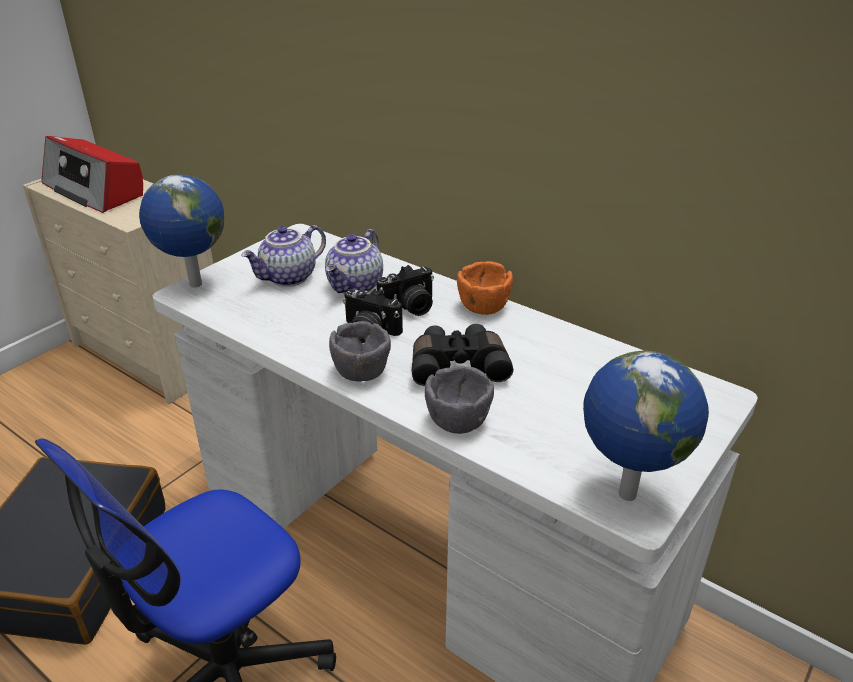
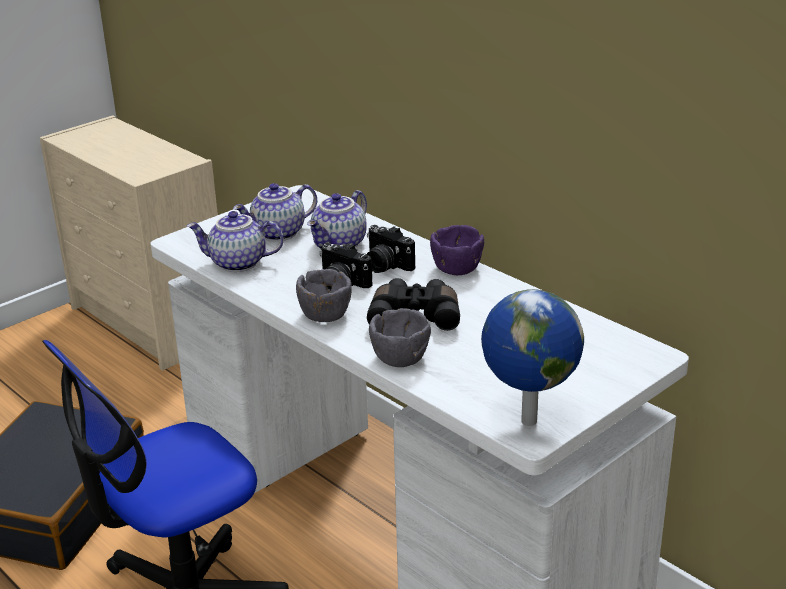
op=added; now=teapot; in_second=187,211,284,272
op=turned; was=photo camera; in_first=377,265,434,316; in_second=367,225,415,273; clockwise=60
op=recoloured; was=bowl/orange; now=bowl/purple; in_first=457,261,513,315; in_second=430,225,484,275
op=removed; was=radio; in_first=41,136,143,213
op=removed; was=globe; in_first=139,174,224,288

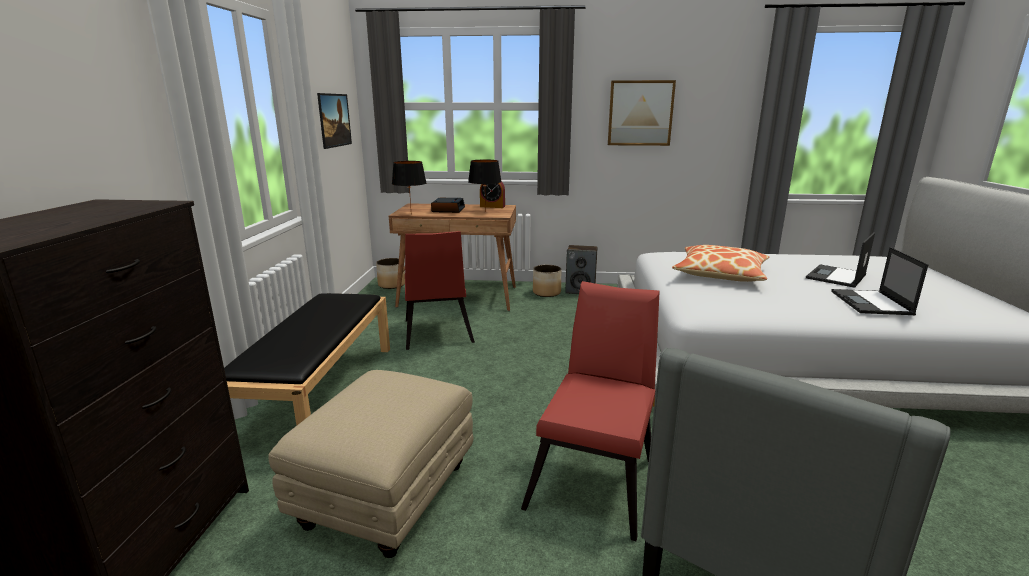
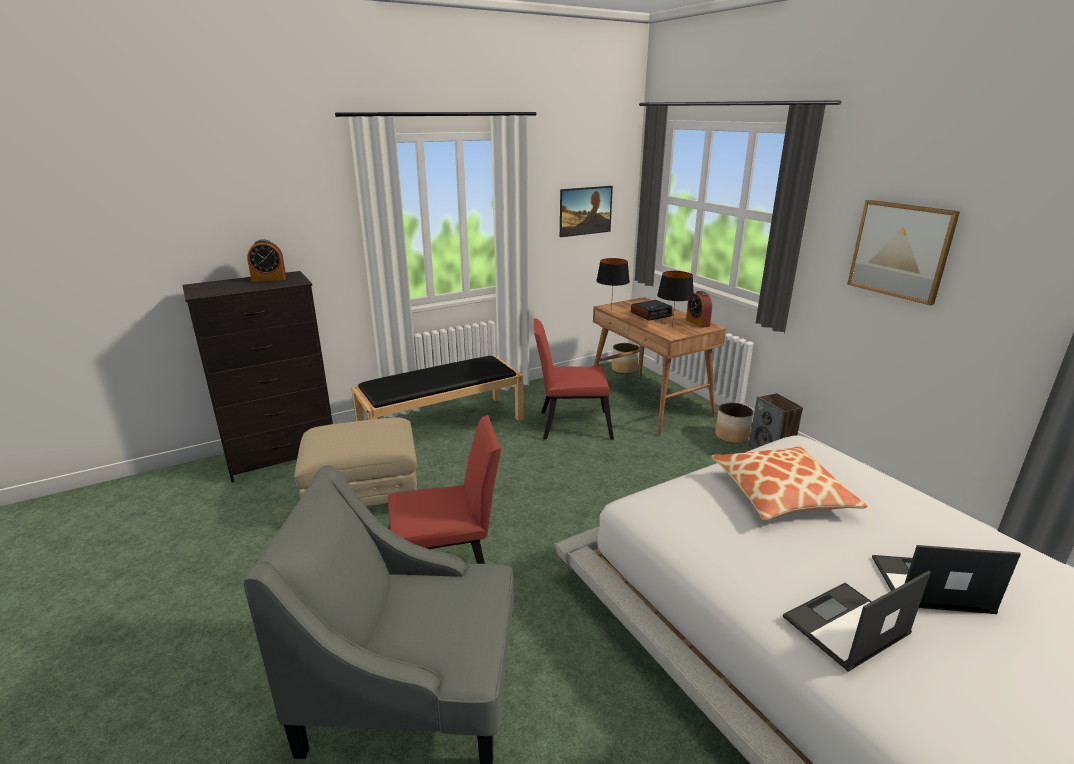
op=added; now=alarm clock; in_second=247,239,286,282
op=turned; was=chair/red; in_first=405,231,475,350; in_second=534,318,614,440; clockwise=45

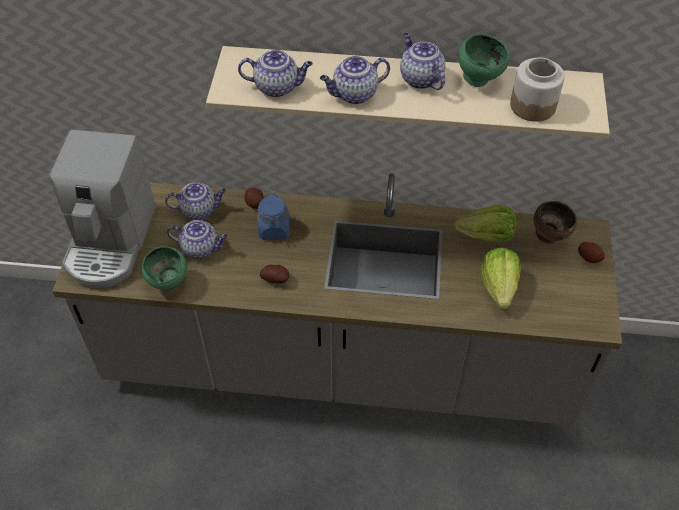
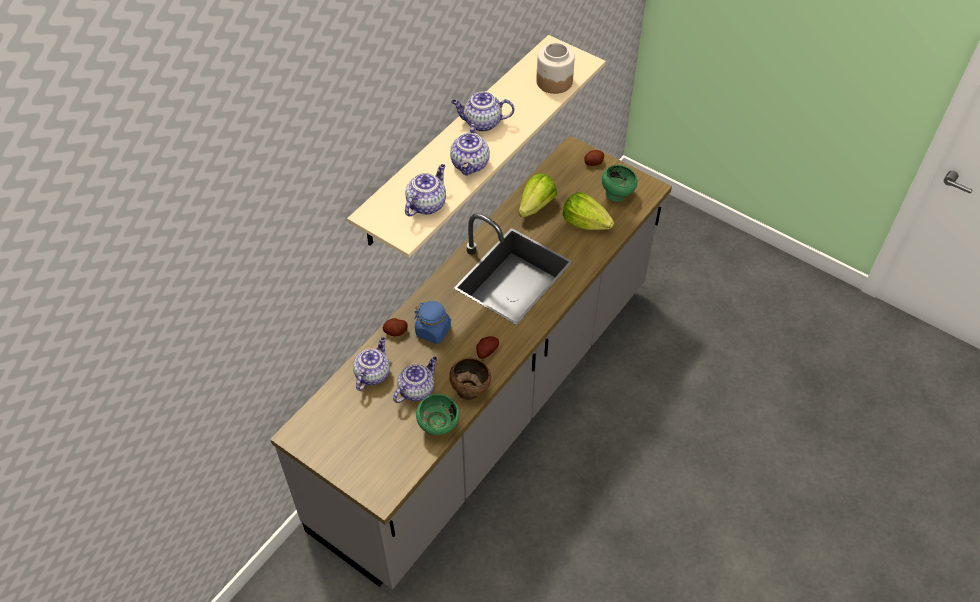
op=moved; was=bowl/brown; in_first=534,201,577,244; in_second=449,358,491,400
op=moved; was=bowl/green; in_first=458,34,510,87; in_second=602,165,638,202
op=removed; was=coffee machine; in_first=49,130,156,288

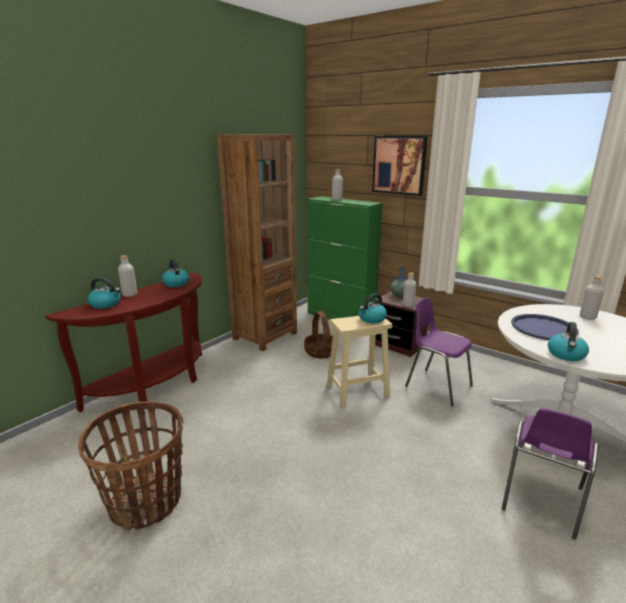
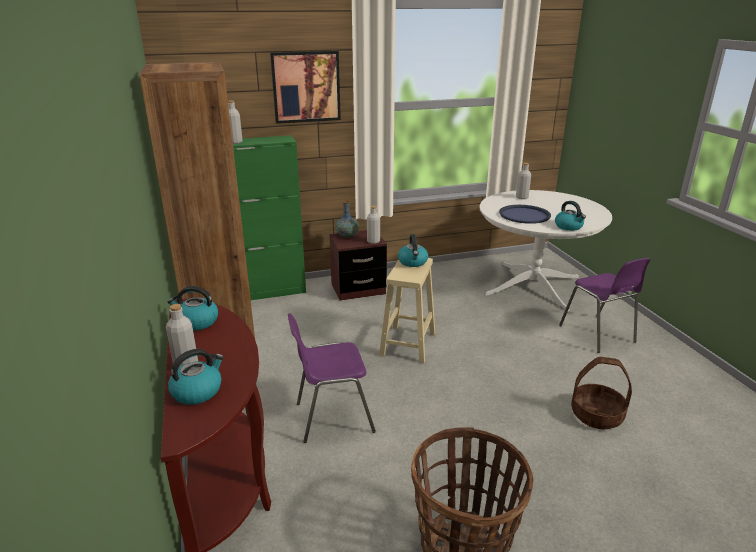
op=moved; was=chair/purple; in_first=405,297,473,407; in_second=288,313,376,443
op=moved; was=basket; in_first=304,311,333,359; in_second=571,357,632,429

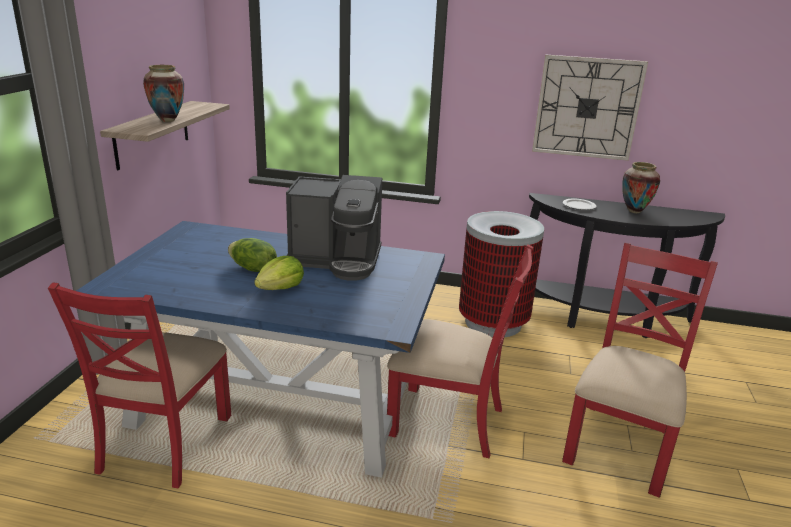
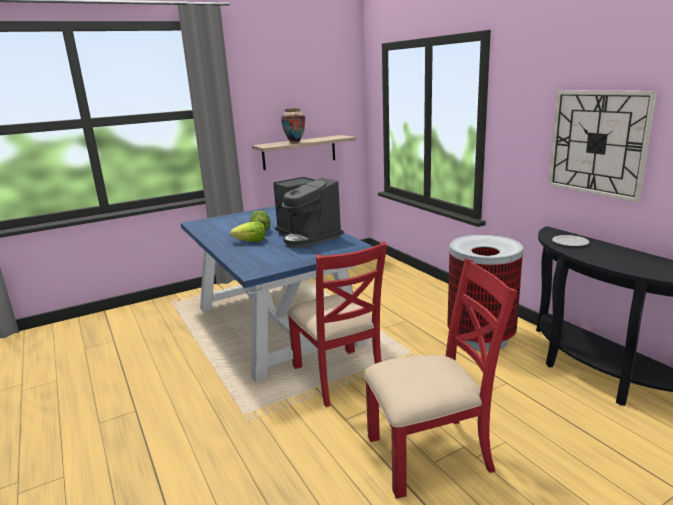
op=removed; was=chair/red; in_first=48,282,231,488
op=removed; was=vase; in_first=622,162,660,213

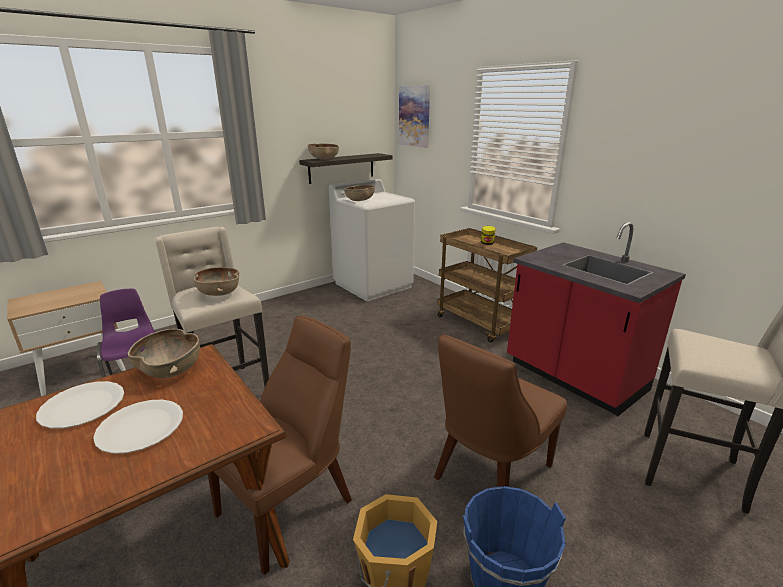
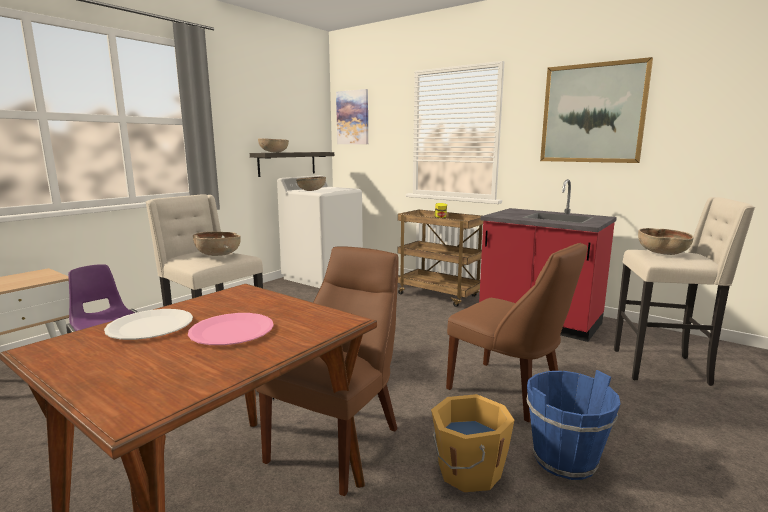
op=recoloured; was=plate/white; now=plate/pink; in_first=93,400,183,454; in_second=188,313,274,345
op=turned; was=chair/brown; in_first=434,334,567,487; in_second=446,243,587,422; clockwise=-75
op=added; now=picture; in_second=540,57,653,163
op=moved; was=bowl/brown; in_first=128,329,200,378; in_second=638,228,694,255

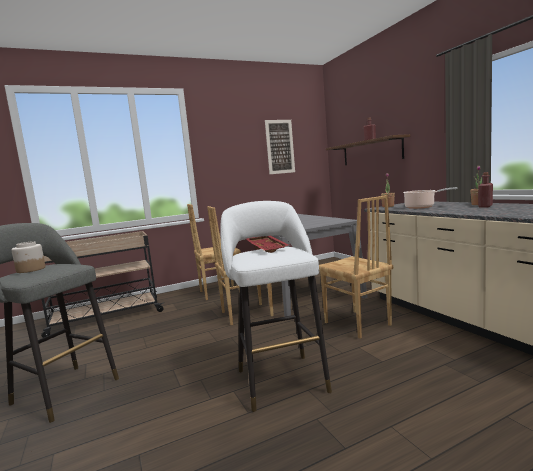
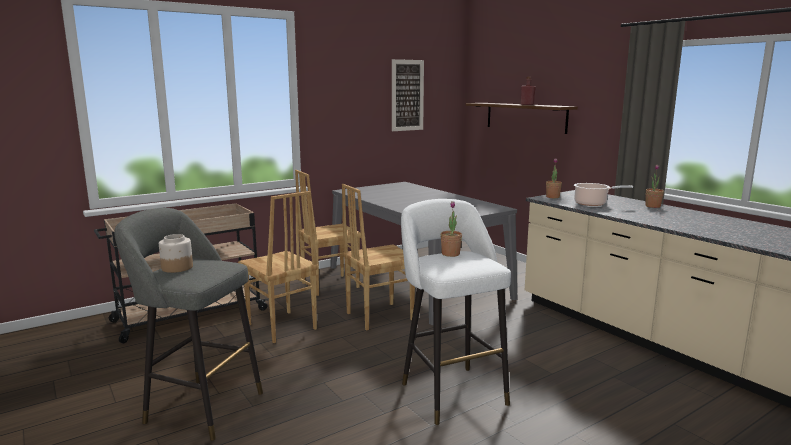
op=moved; was=chair/brown; in_first=319,195,393,339; in_second=238,191,319,343
op=replaced; was=tray/red; now=potted plant; in_first=246,235,289,253; in_second=440,201,462,257
op=removed; was=bottle/red; in_first=478,172,493,208

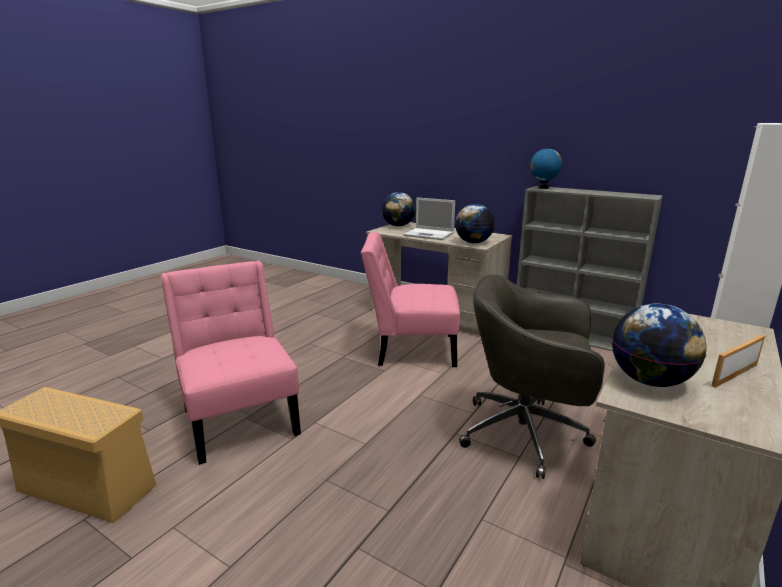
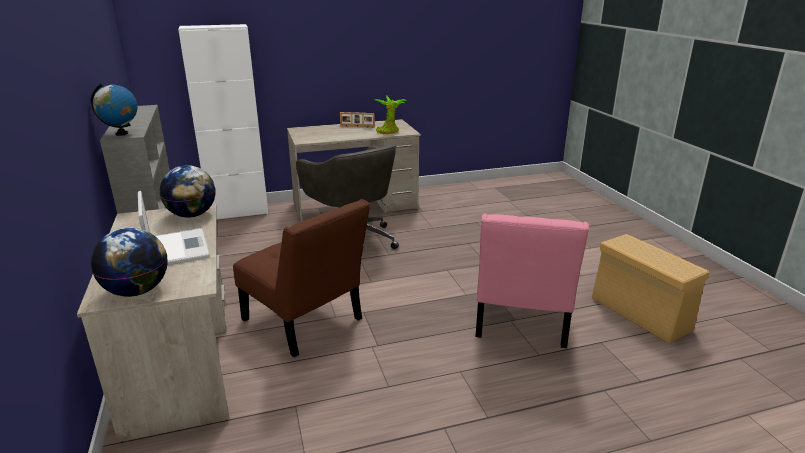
op=recoloured; was=chair/pink; now=chair/brown; in_first=361,232,460,367; in_second=233,199,370,357
op=replaced; was=globe; now=potted plant; in_first=612,303,707,387; in_second=375,95,407,134

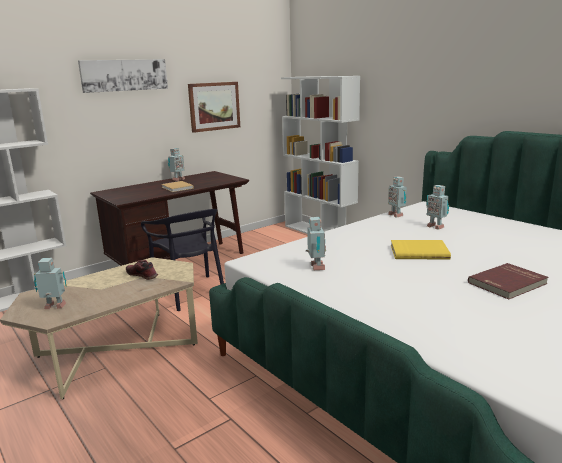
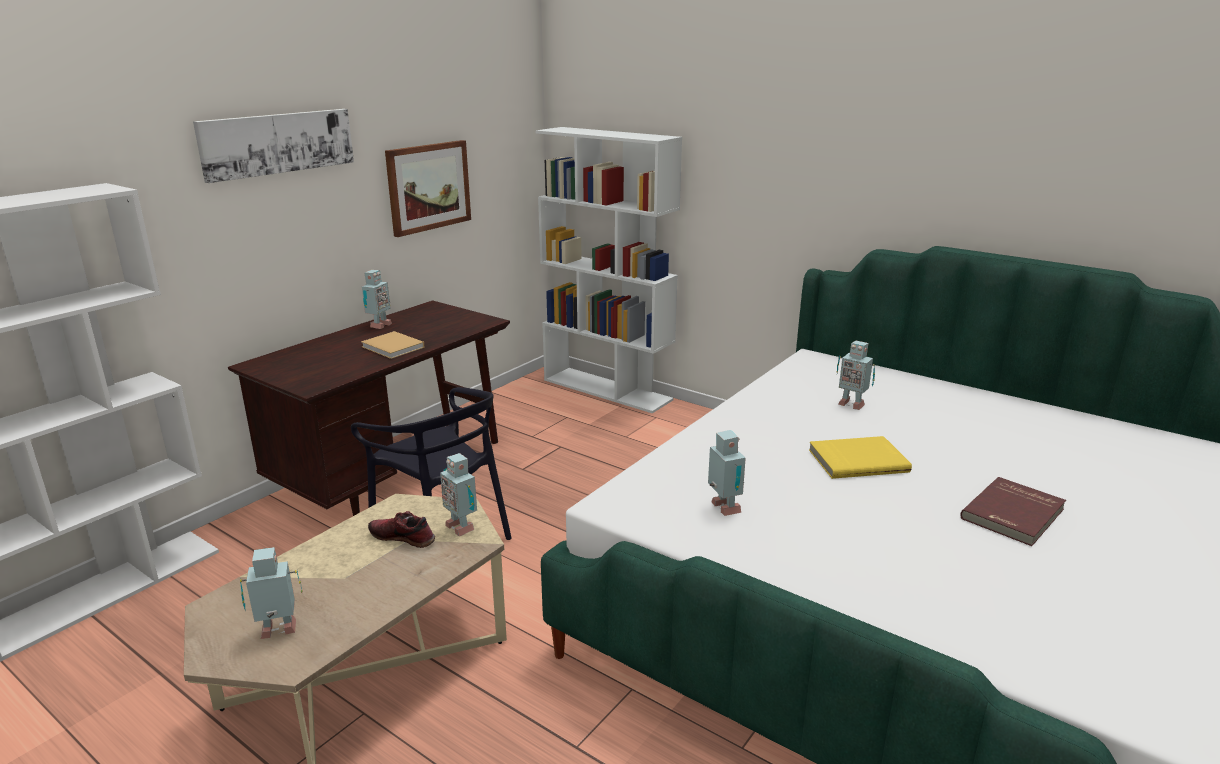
op=moved; was=toy robot; in_first=388,177,407,218; in_second=440,453,477,537

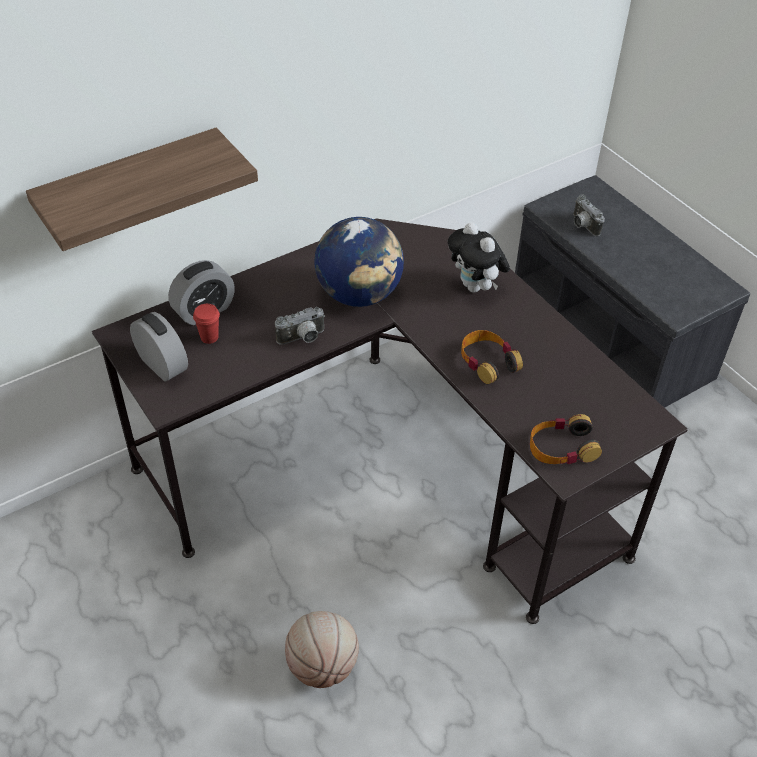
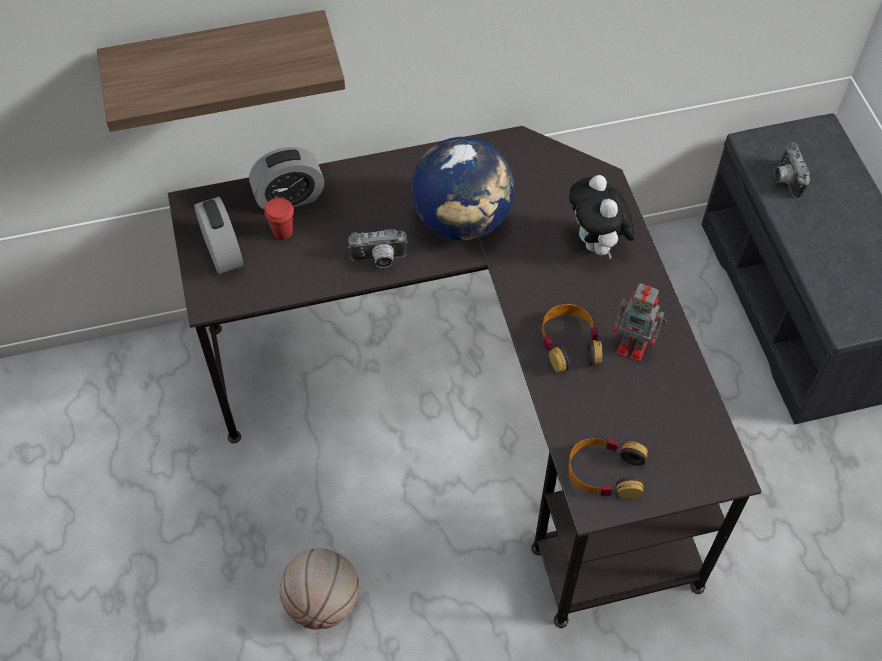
op=added; now=toy robot; in_second=613,283,667,361

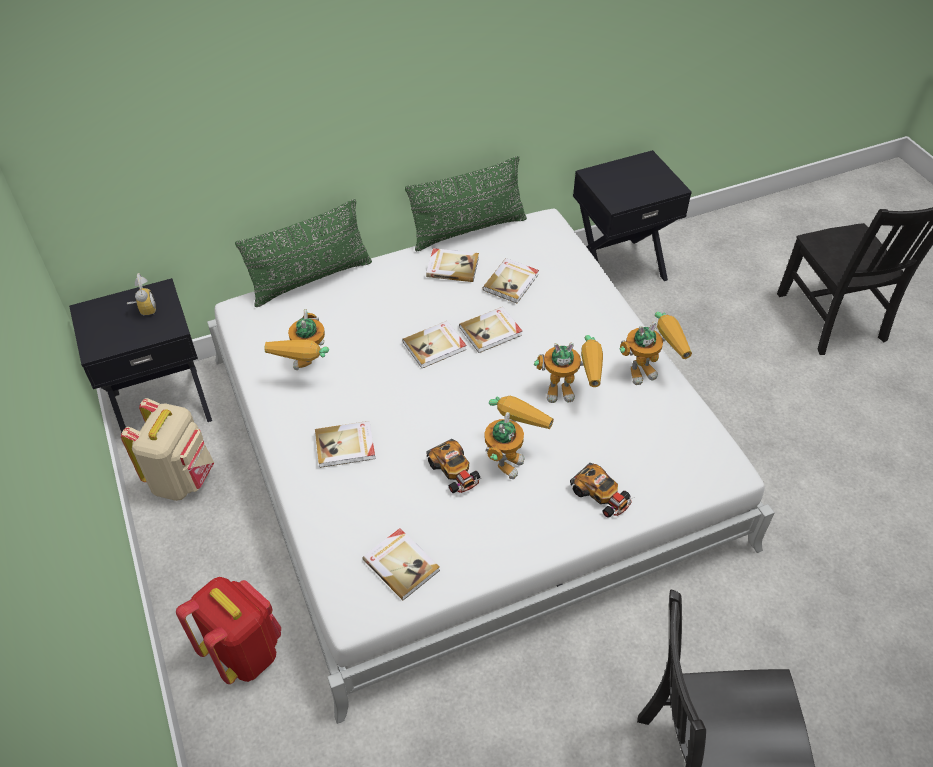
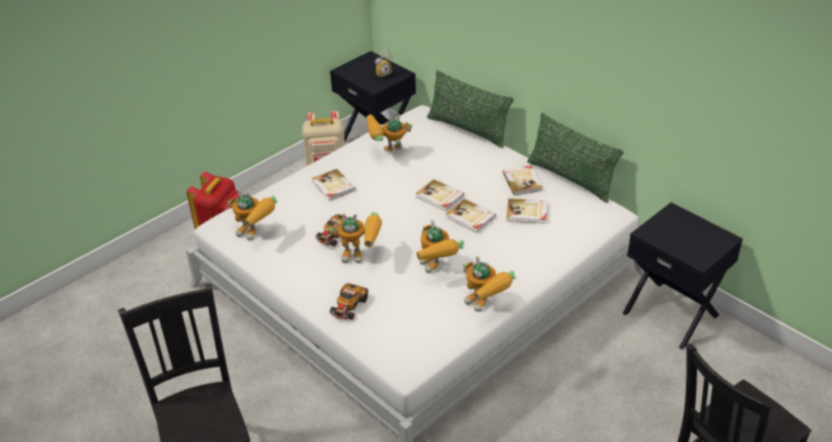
op=replaced; was=book; now=toy robot; in_first=363,528,440,600; in_second=227,190,277,241

